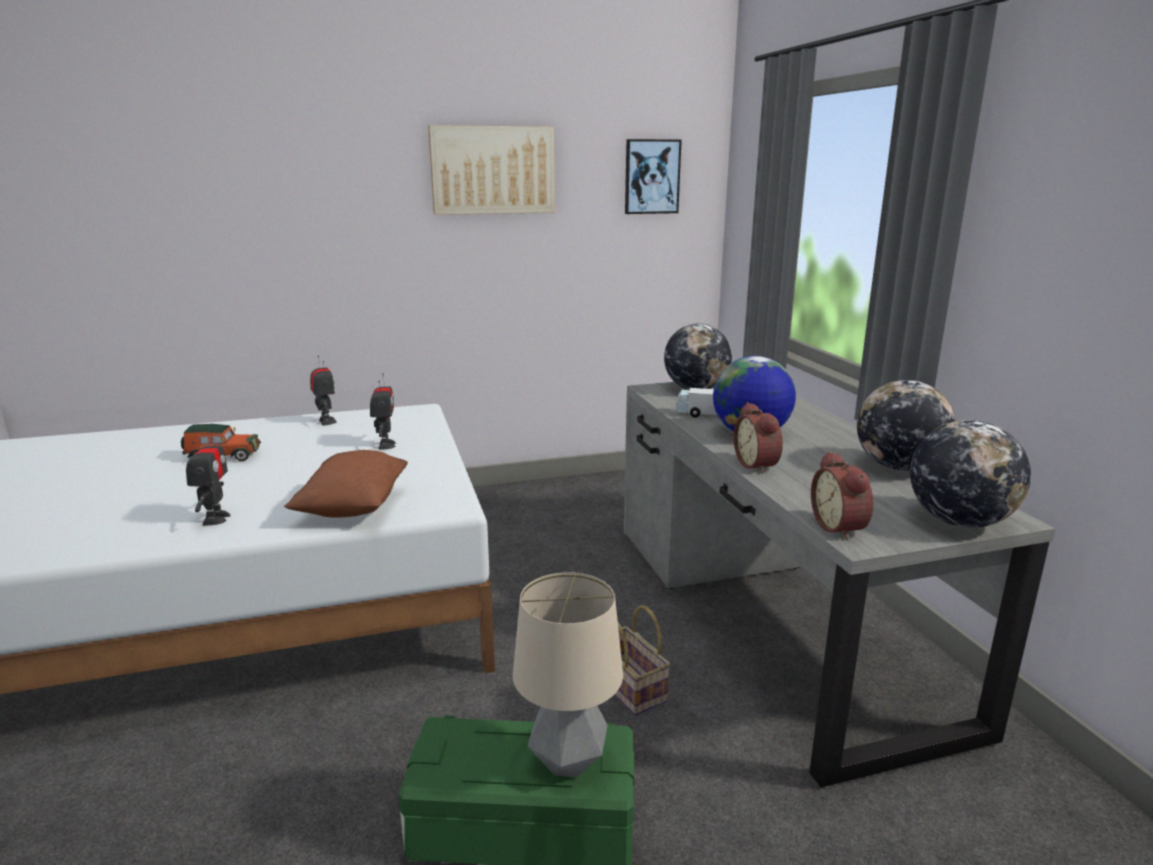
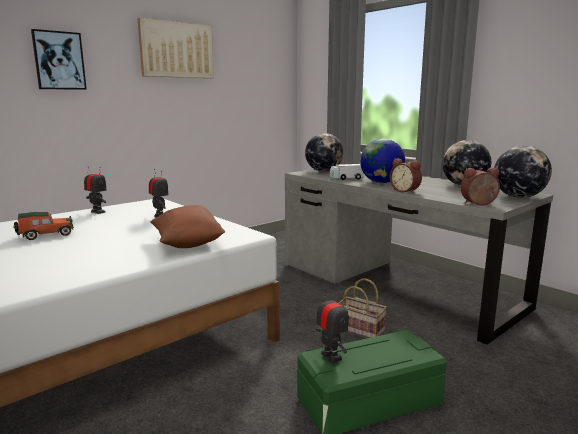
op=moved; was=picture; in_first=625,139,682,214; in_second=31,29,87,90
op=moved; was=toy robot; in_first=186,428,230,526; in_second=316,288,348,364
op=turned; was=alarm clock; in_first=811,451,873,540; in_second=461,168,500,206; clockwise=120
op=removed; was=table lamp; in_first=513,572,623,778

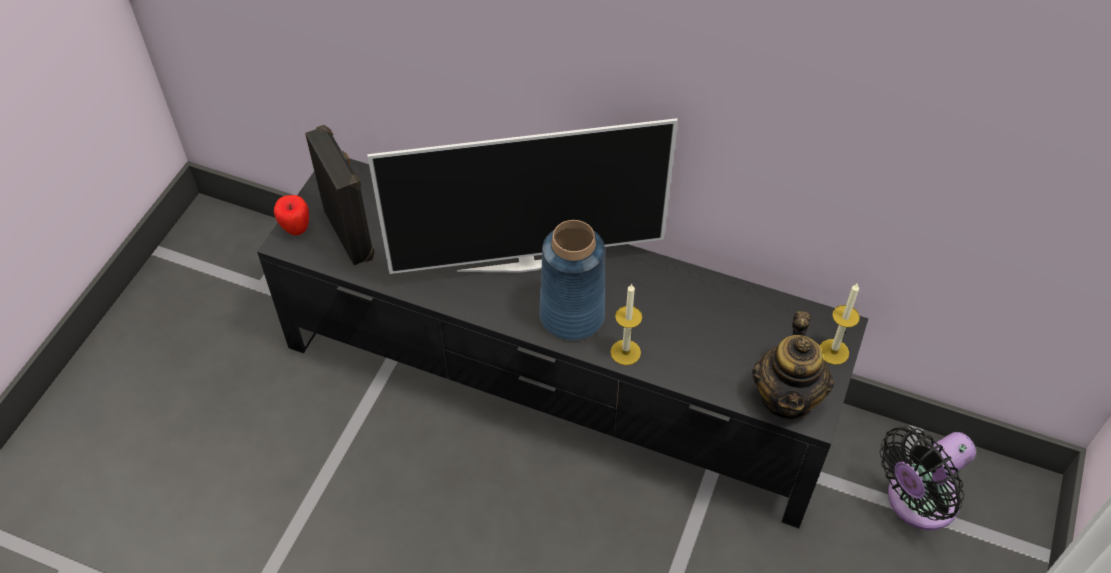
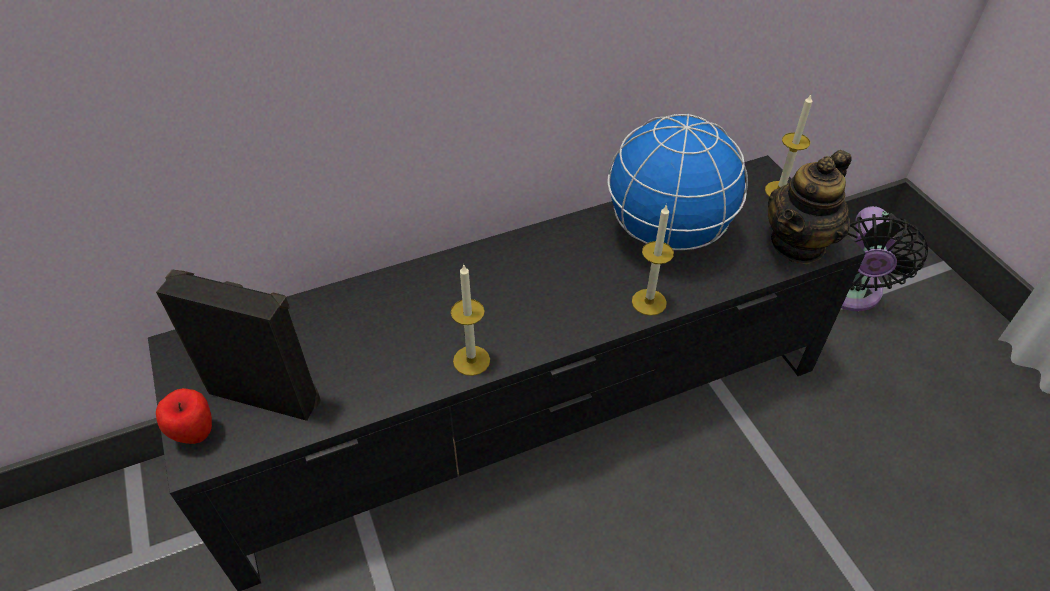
op=added; now=candle; in_second=451,264,490,376
op=added; now=globe; in_second=607,114,748,250
op=turned; was=teapot; in_first=752,311,834,421; in_second=768,150,851,264; clockwise=75
op=removed; was=television; in_first=367,118,678,274
op=removed; was=vase/blue; in_first=539,220,605,341

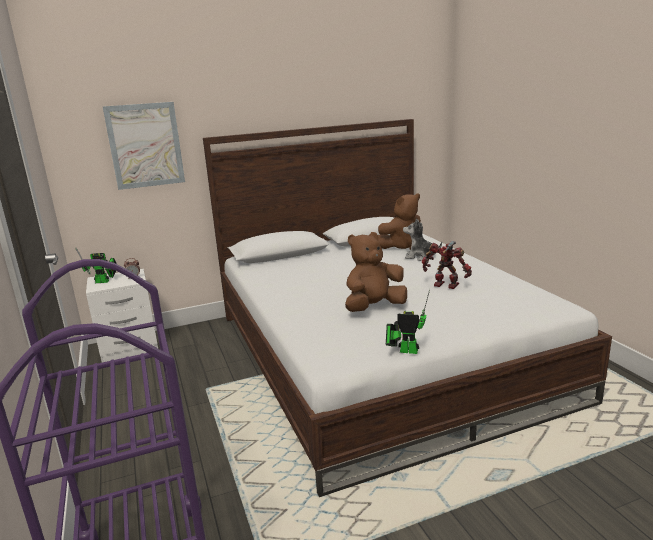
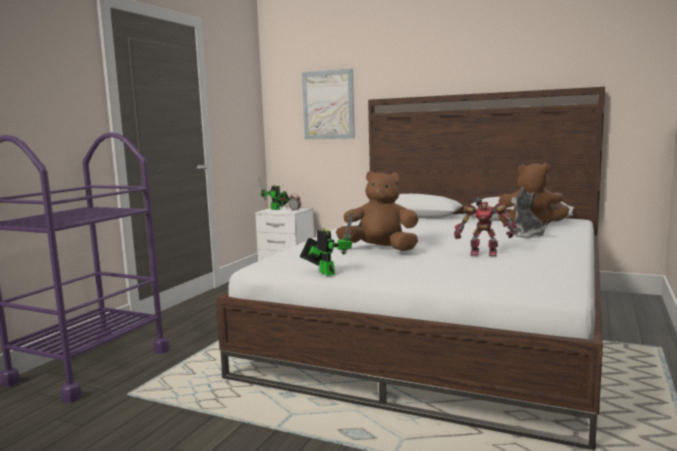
op=turned; was=toy robot; in_first=422,241,472,289; in_second=454,198,516,256; clockwise=120

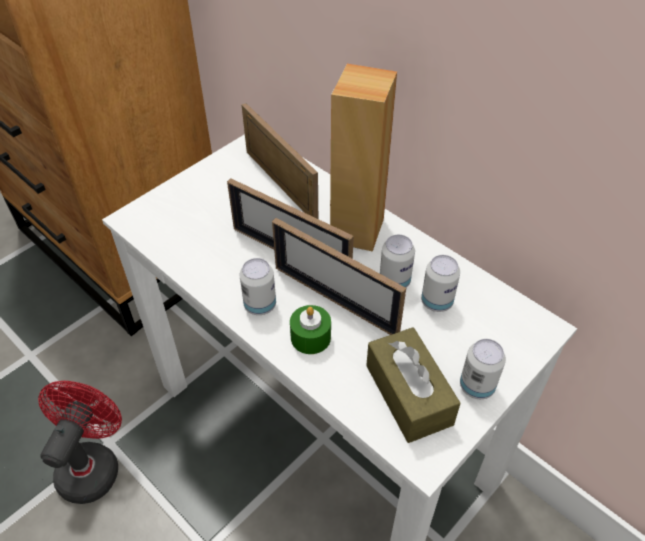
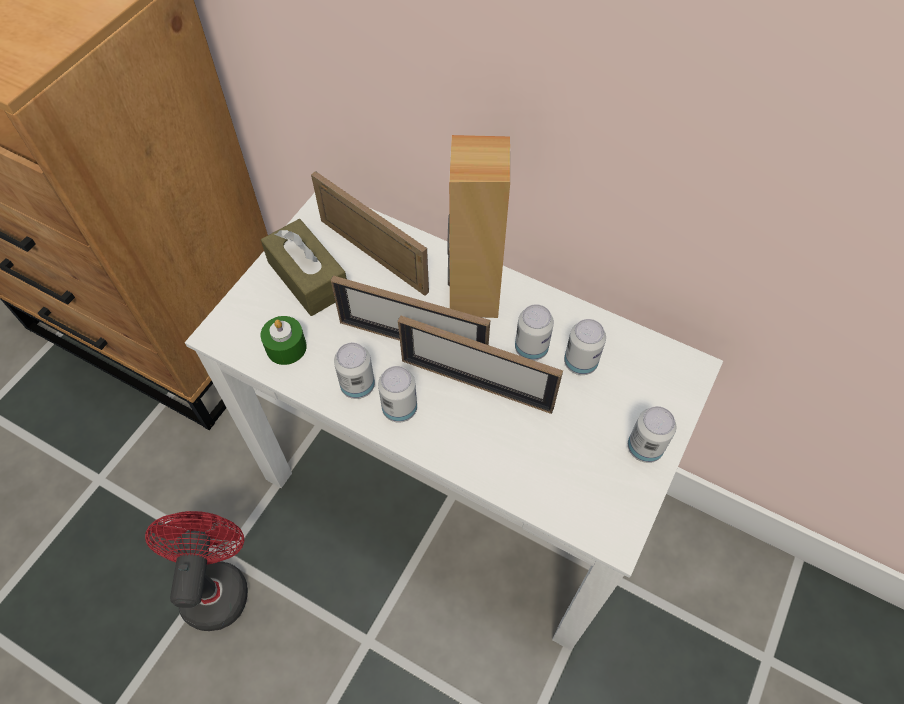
op=moved; was=tissue box/brown; in_first=366,327,461,443; in_second=261,219,347,316
op=moved; was=candle/green; in_first=290,305,331,354; in_second=261,316,307,365
op=added; now=can; in_second=334,343,375,399

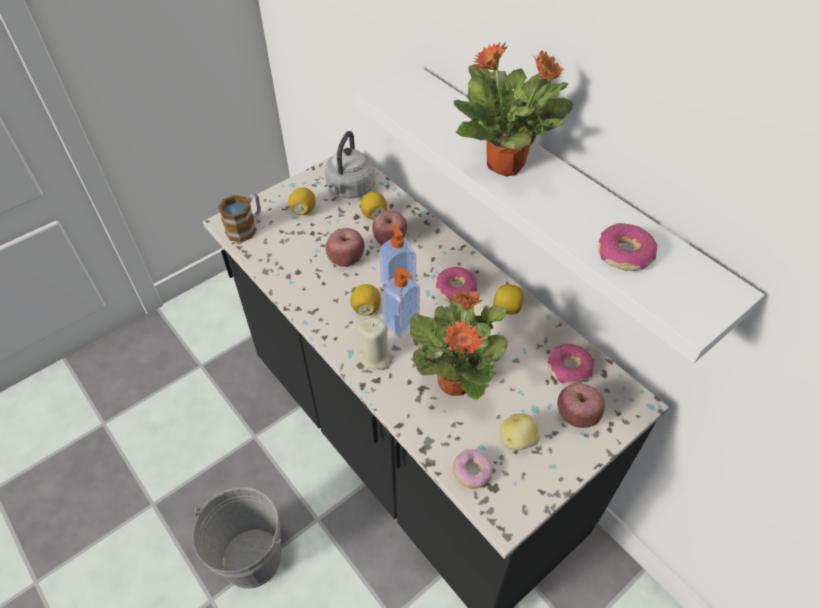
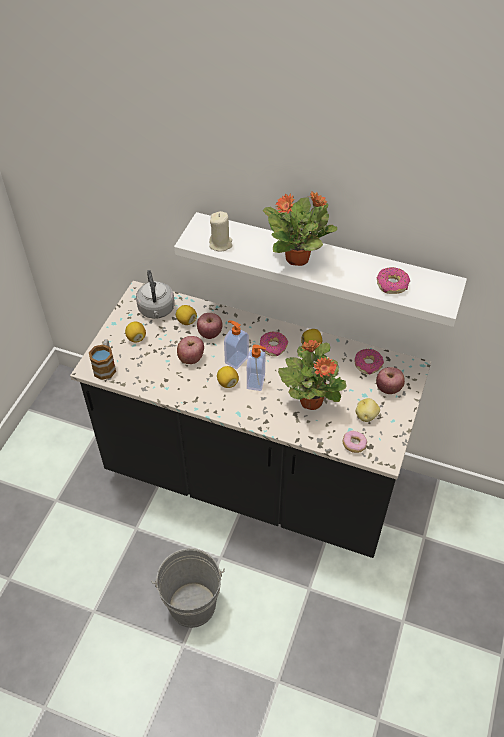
op=moved; was=candle/beige; in_first=358,317,395,370; in_second=209,211,233,252

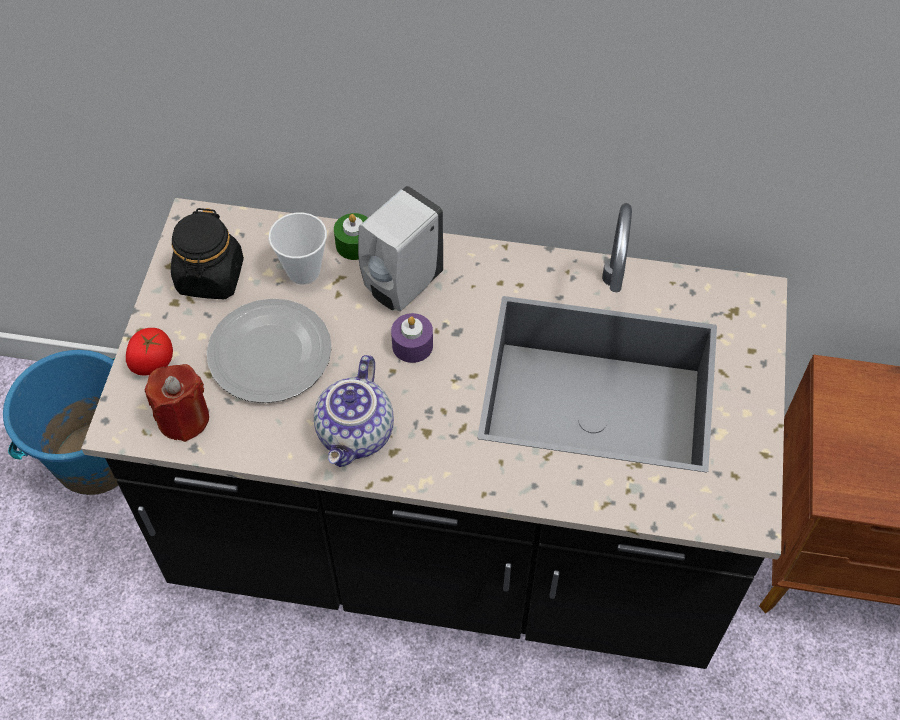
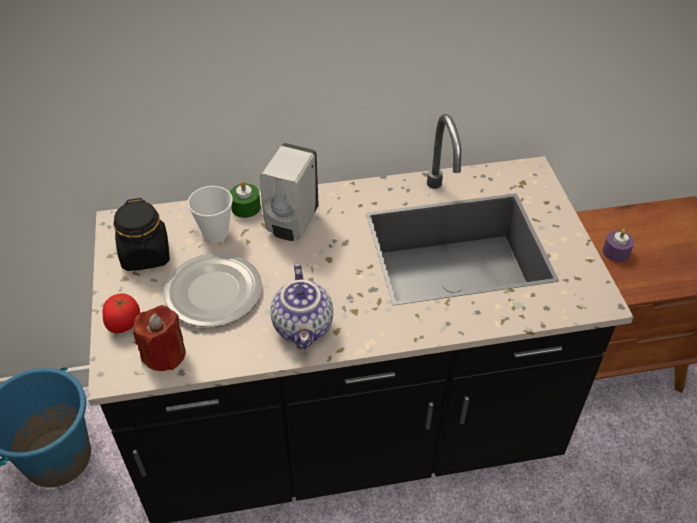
op=moved; was=candle/purple; in_first=391,313,433,363; in_second=603,229,634,262

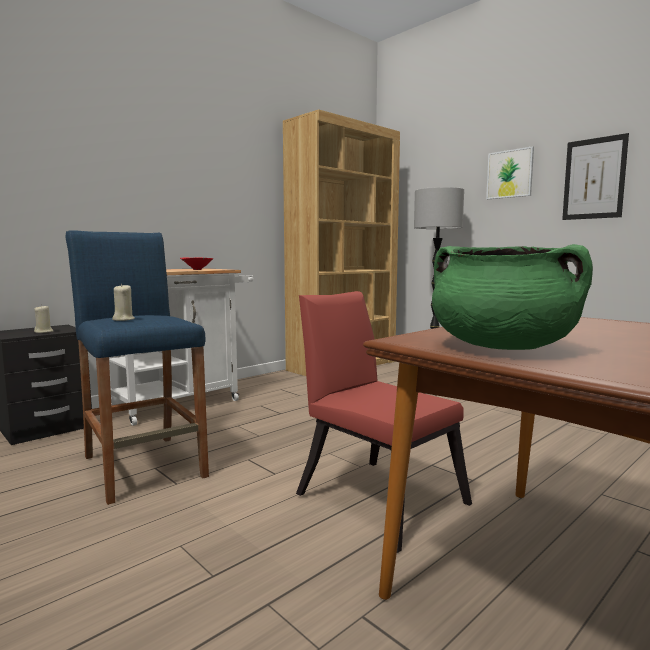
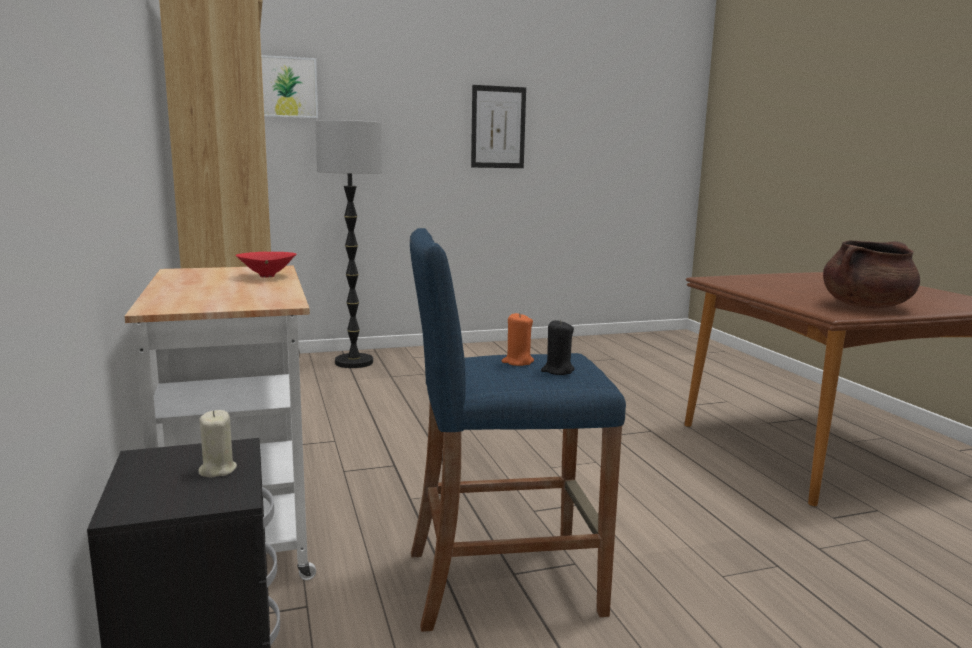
op=moved; was=picture; in_first=486,146,534,199; in_second=261,55,318,118
op=added; now=candle/orange; in_second=502,312,534,366
op=recoloured; was=candle/beige; now=candle/black; in_first=112,284,135,321; in_second=541,320,575,375
op=recoloured; was=cooking pot/green; now=cooking pot/brown; in_first=432,244,593,350; in_second=823,240,920,308
op=removed; was=chair/red; in_first=296,291,472,553

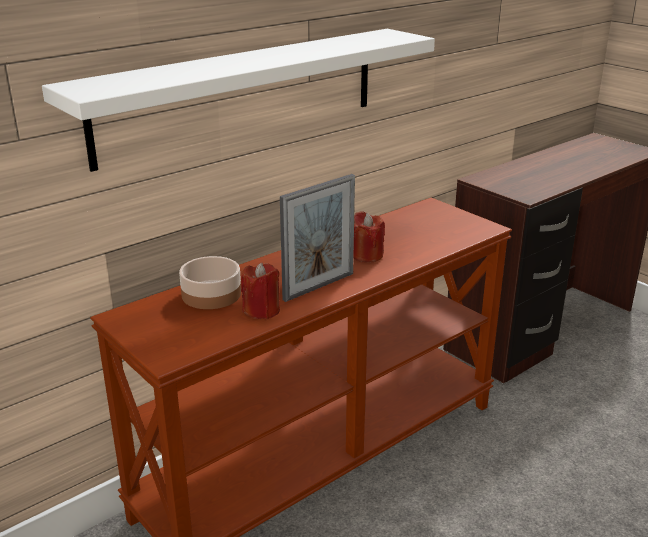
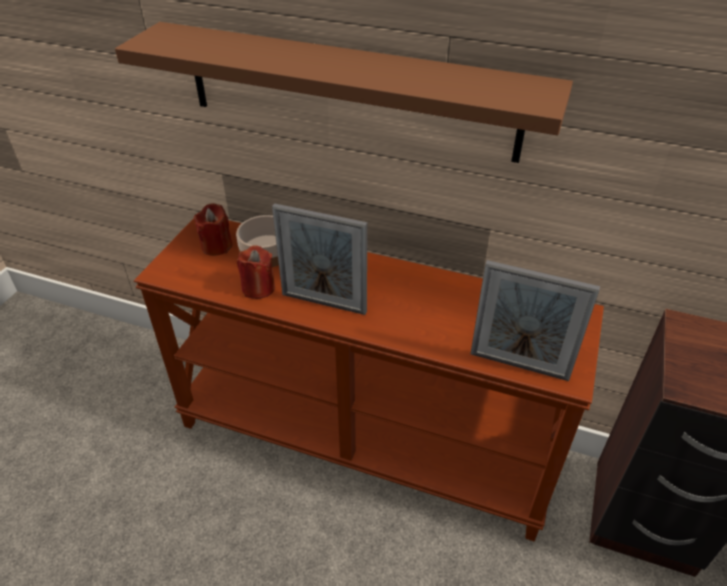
op=recoloured; was=shelf/white; now=shelf/brown; in_first=42,29,435,172; in_second=115,22,573,163
op=moved; was=candle/red; in_first=353,211,385,262; in_second=194,203,232,256
op=added; now=picture frame; in_second=470,260,600,381

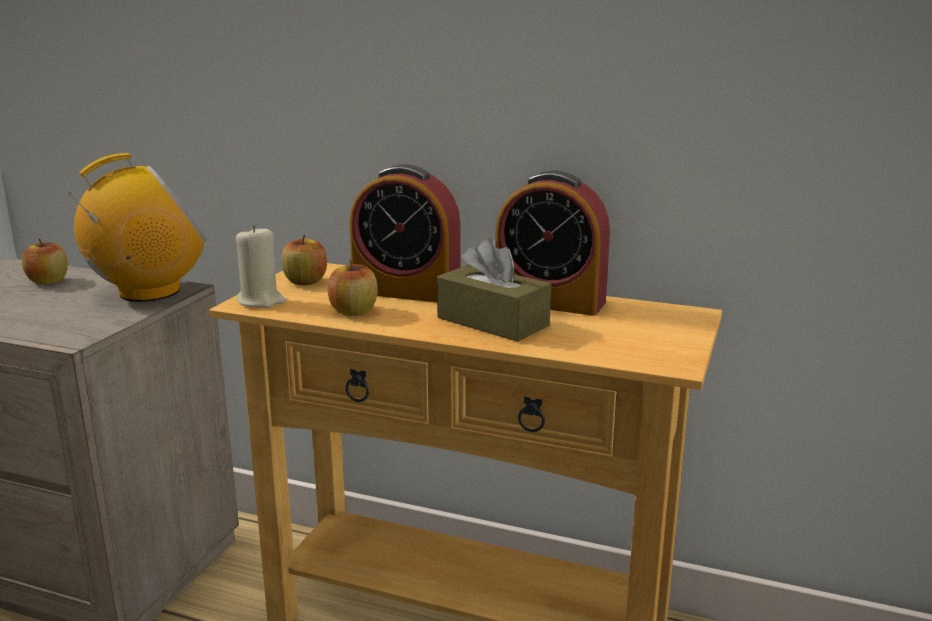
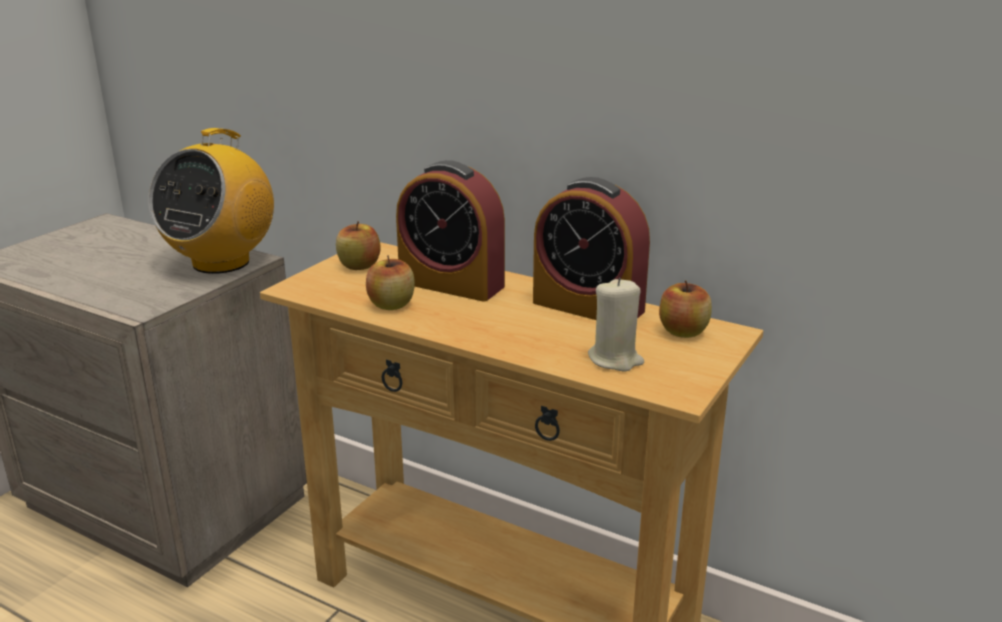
op=turned; was=radio; in_first=68,153,207,302; in_second=148,128,274,274; clockwise=135
op=moved; was=candle/beige; in_first=236,225,286,308; in_second=588,278,644,372
op=moved; was=apple; in_first=22,238,68,285; in_second=659,280,712,338
op=removed; was=tissue box/brown; in_first=437,238,551,342

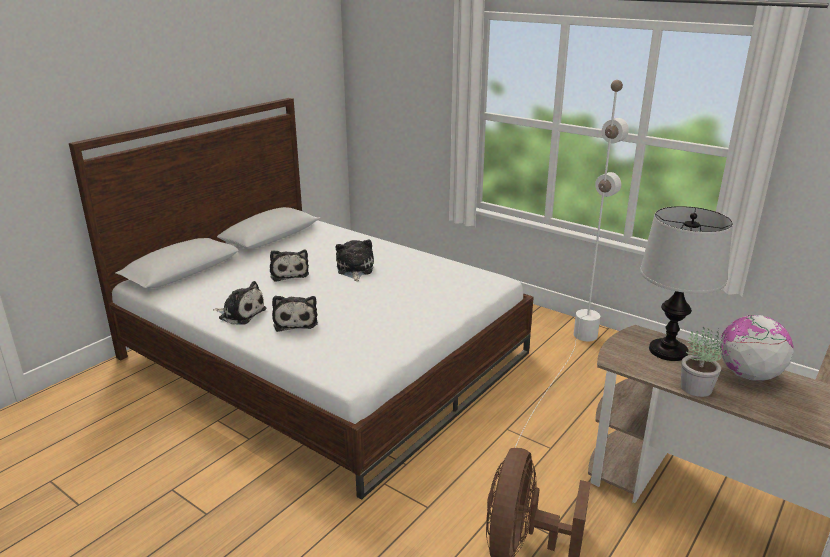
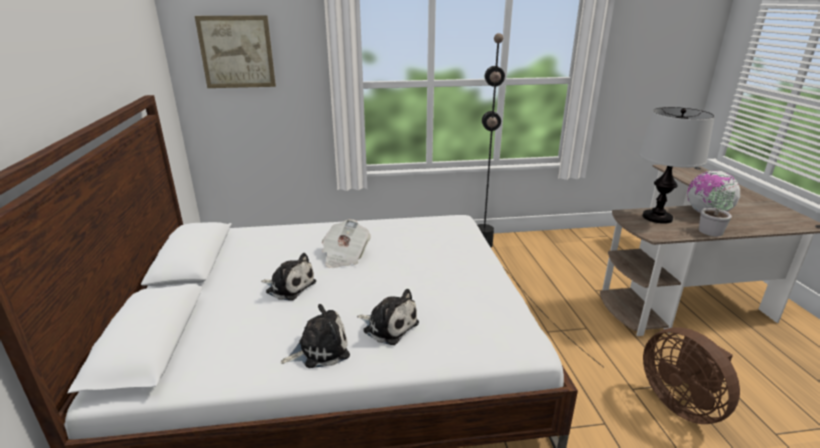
op=added; now=picture; in_second=195,15,276,88
op=replaced; was=plush toy; now=newspaper; in_first=336,240,374,281; in_second=322,219,371,268
op=recoloured; was=floor lamp/white; now=floor lamp/black; in_first=515,80,629,448; in_second=477,33,603,367

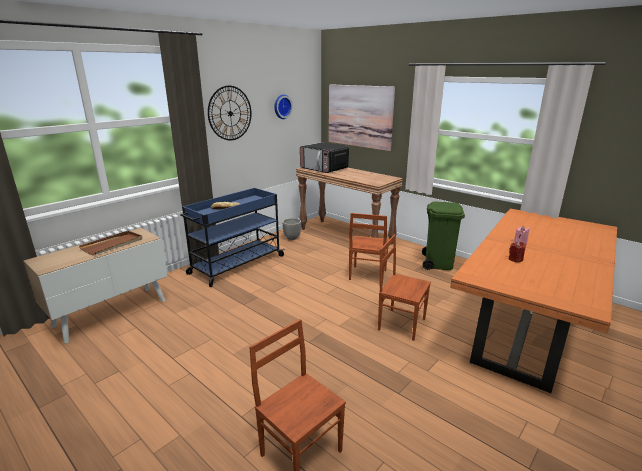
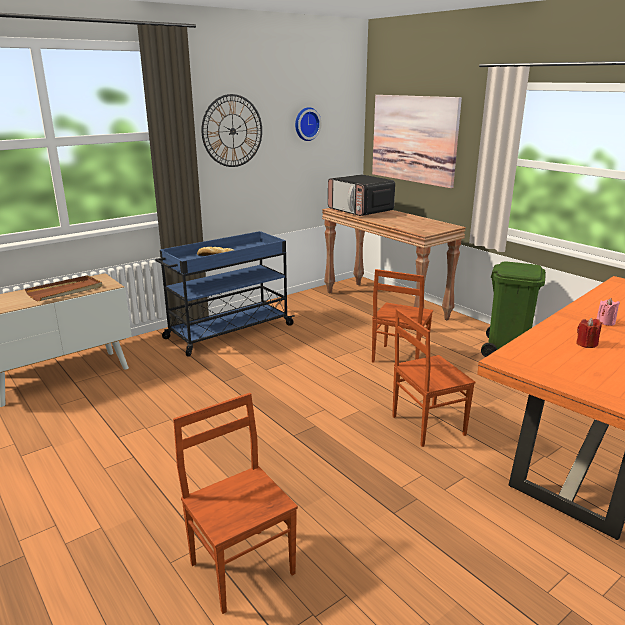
op=turned; was=chair/brown; in_first=378,234,431,341; in_second=392,309,475,447; clockwise=-60
op=removed; was=planter; in_first=282,218,301,240

